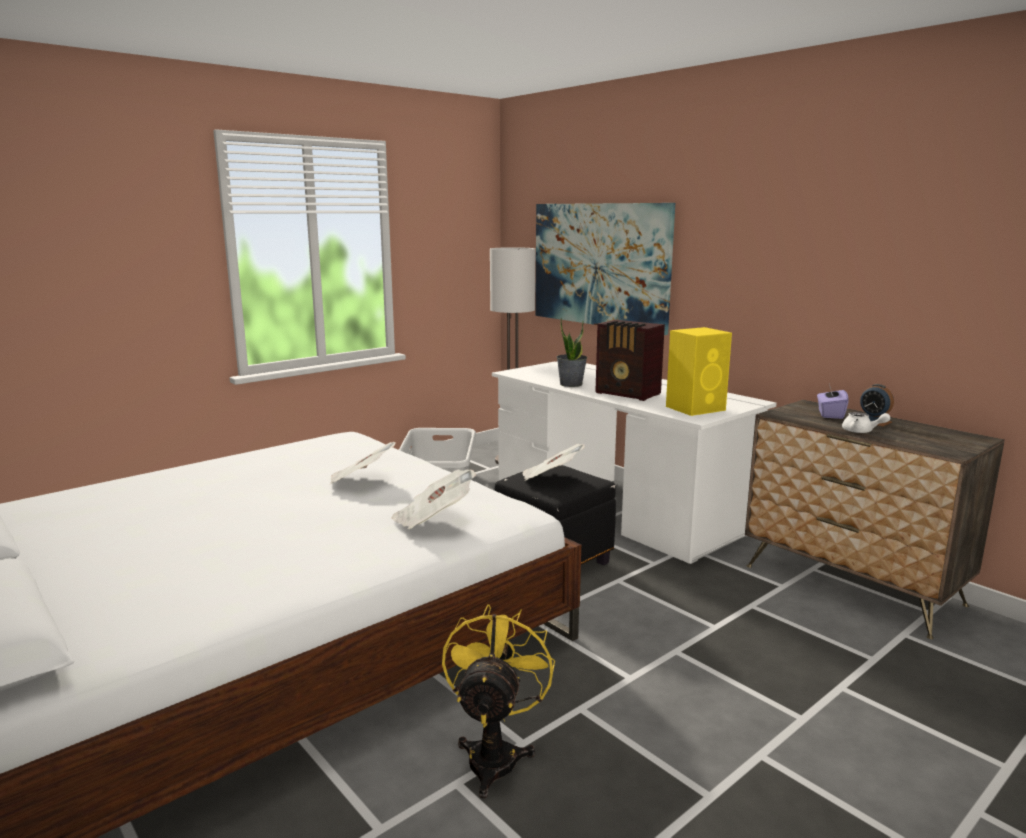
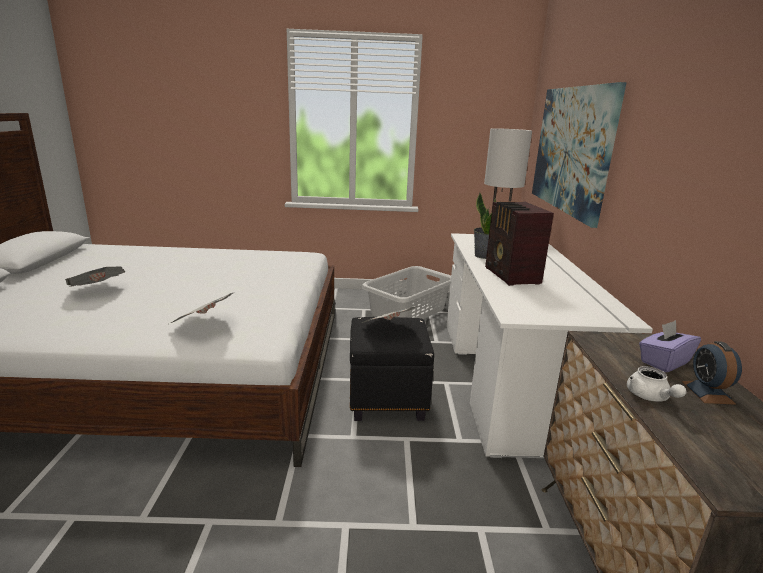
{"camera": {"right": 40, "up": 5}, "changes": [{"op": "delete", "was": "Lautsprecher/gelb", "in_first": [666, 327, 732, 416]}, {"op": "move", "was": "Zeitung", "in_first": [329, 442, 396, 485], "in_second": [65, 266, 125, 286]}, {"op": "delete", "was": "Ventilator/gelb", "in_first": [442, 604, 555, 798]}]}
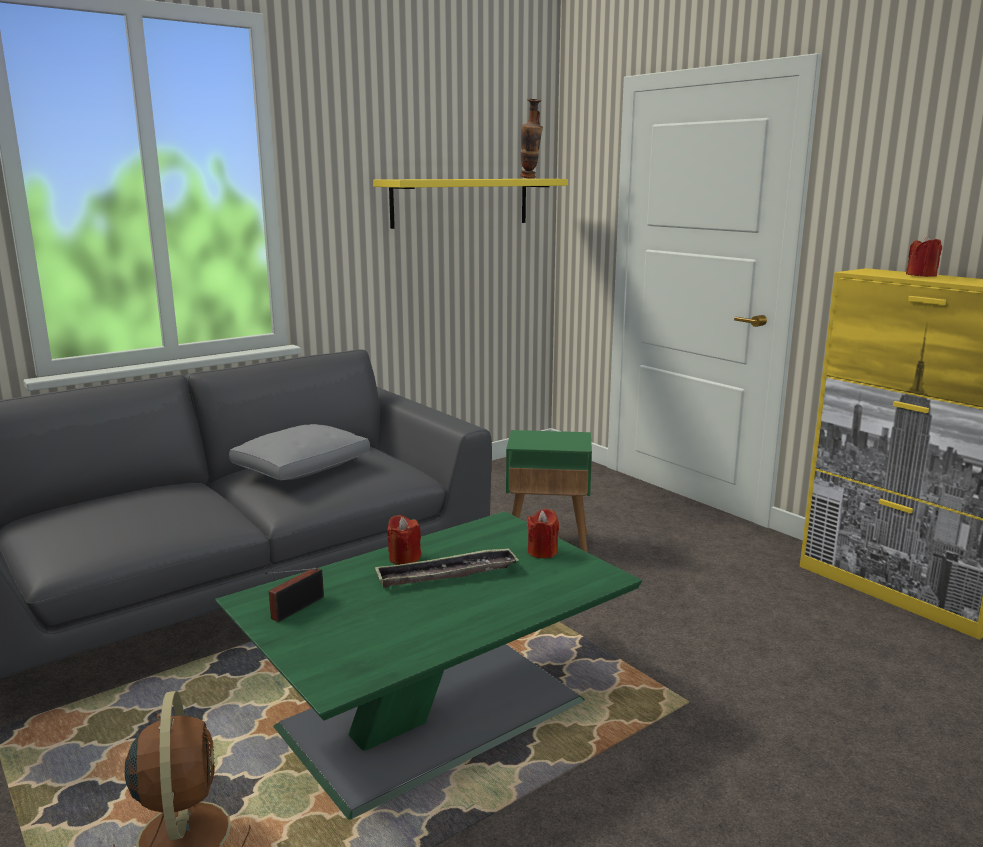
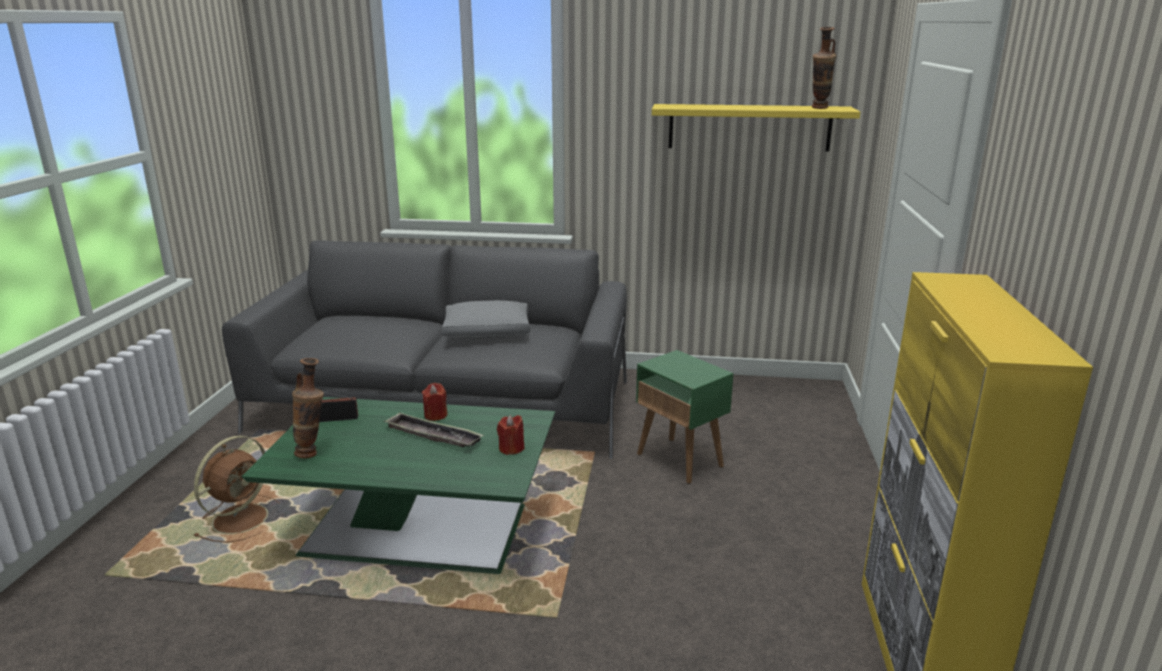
{"camera": {"right": 45, "up": 5}, "changes": [{"op": "delete", "was": "Kerze/rot", "in_first": [906, 235, 942, 277]}, {"op": "insert", "now": "Vase", "in_second": [292, 358, 324, 458]}]}
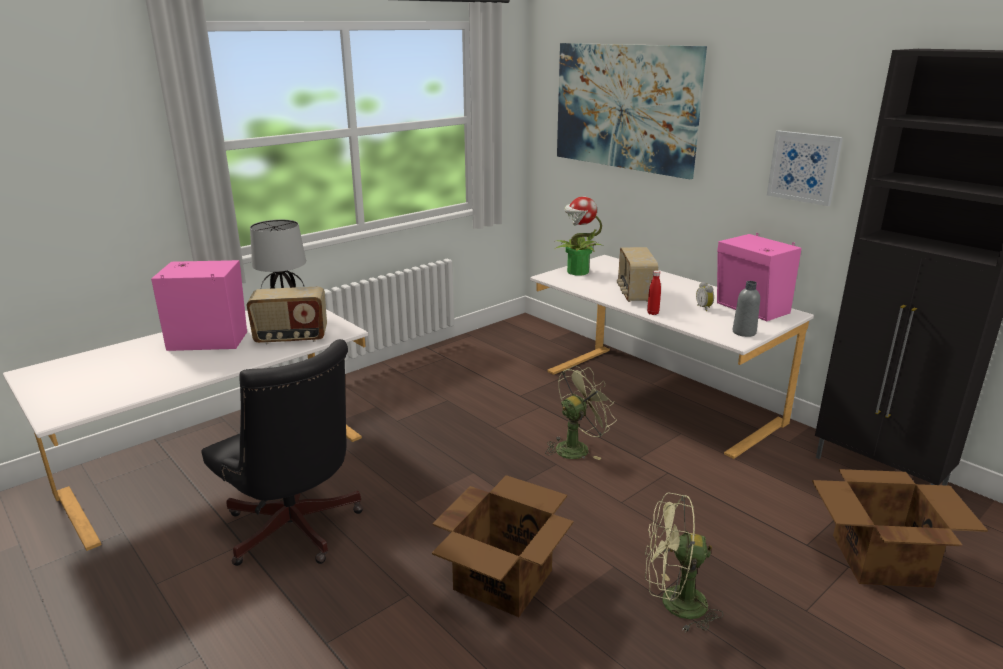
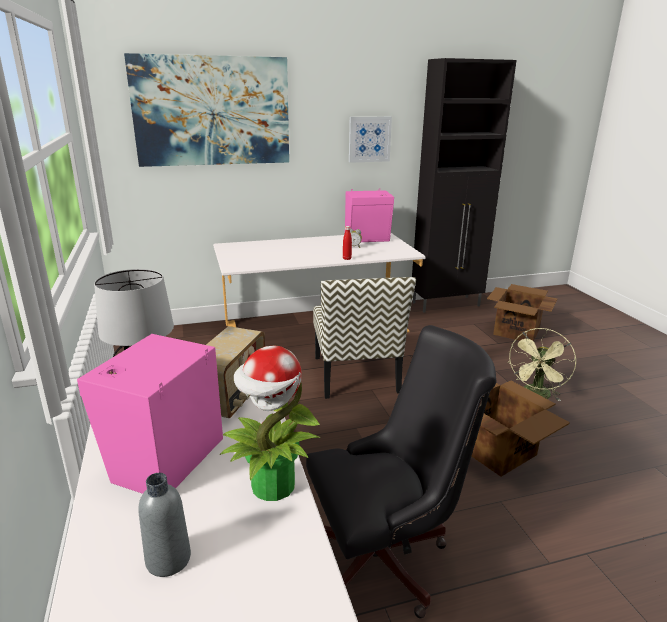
{"camera": {"right": -65, "up": 0}, "changes": [{"op": "move", "was": "Topfpflanze", "in_first": [554, 197, 602, 275], "in_second": [220, 345, 320, 501]}, {"op": "delete", "was": "Radio", "in_first": [617, 247, 658, 302]}, {"op": "move", "was": "Flasche/grau", "in_first": [733, 281, 760, 337], "in_second": [138, 473, 191, 577]}, {"op": "replace", "was": "Ventilator/grün", "now": "Stuhl", "in_first": [545, 365, 617, 460], "in_second": [313, 277, 416, 399]}]}
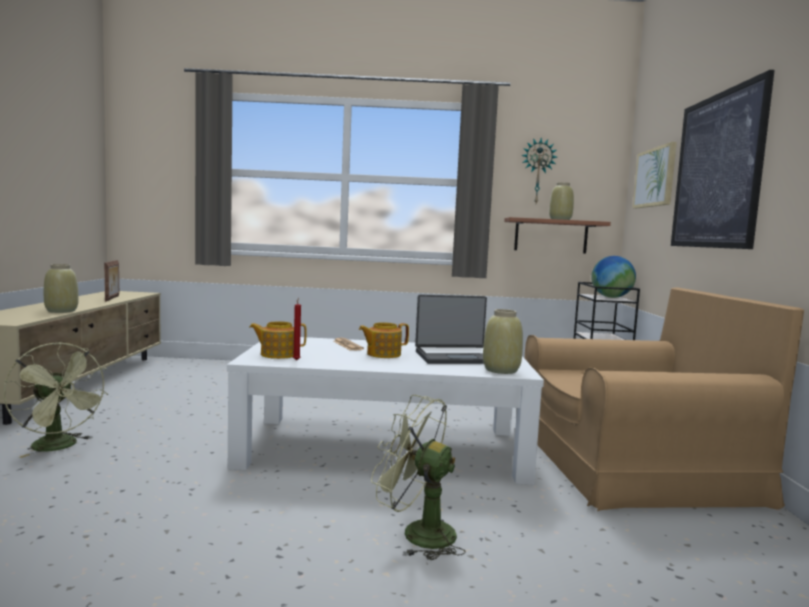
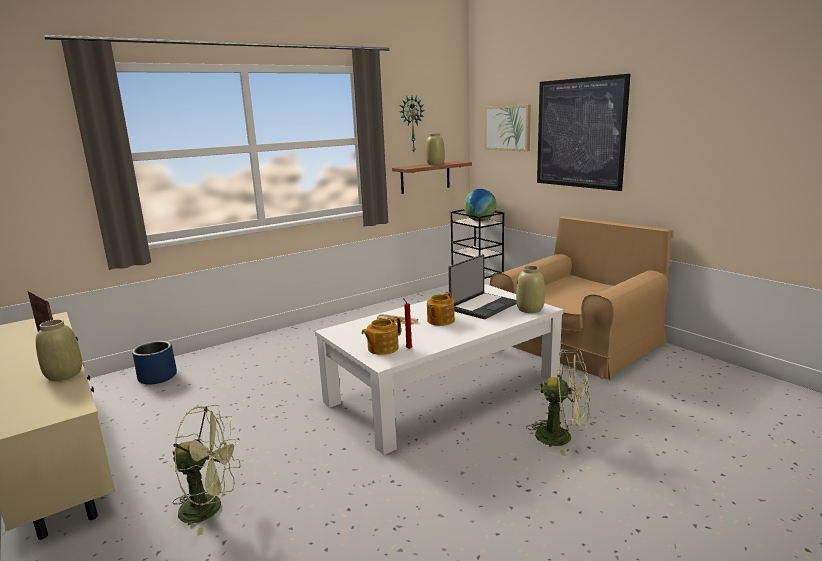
{"camera": {"right": -35, "up": 10}, "changes": [{"op": "rotate", "was": "Ventilator/grün", "in_first": [371, 395, 466, 560], "in_second": [526, 349, 590, 456], "clockwise": -150}, {"op": "insert", "now": "Pflanzkübel/blau", "in_second": [132, 341, 177, 385]}]}
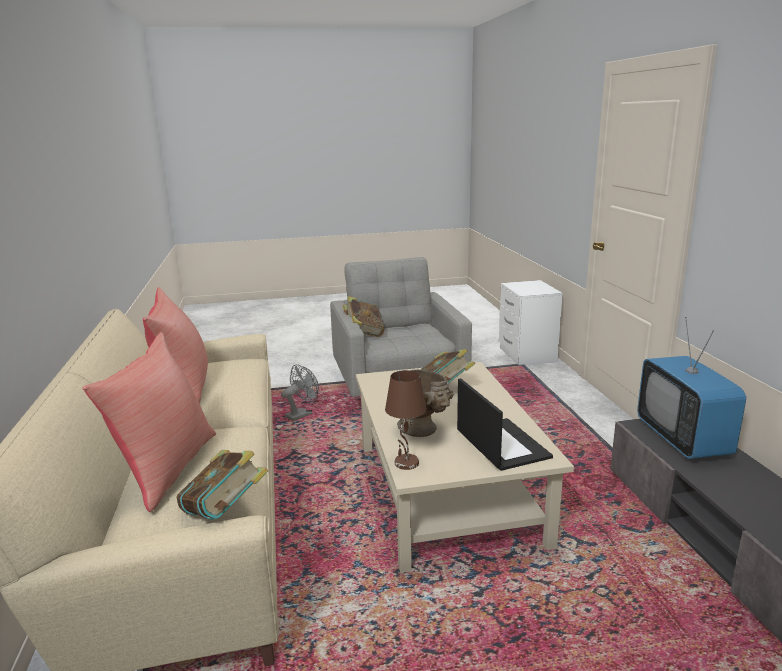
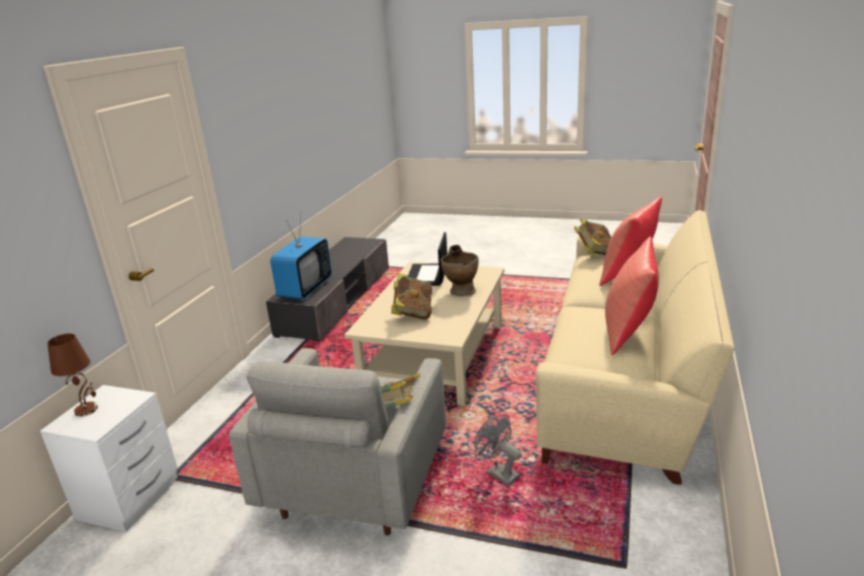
{"camera": {"right": -150, "up": 5}, "changes": [{"op": "rotate", "was": "Ventilator/grau", "in_first": [281, 364, 319, 421], "in_second": [474, 415, 522, 486], "clockwise": 60}, {"op": "move", "was": "Tischlampe/braun", "in_first": [385, 370, 427, 470], "in_second": [47, 334, 98, 417]}]}
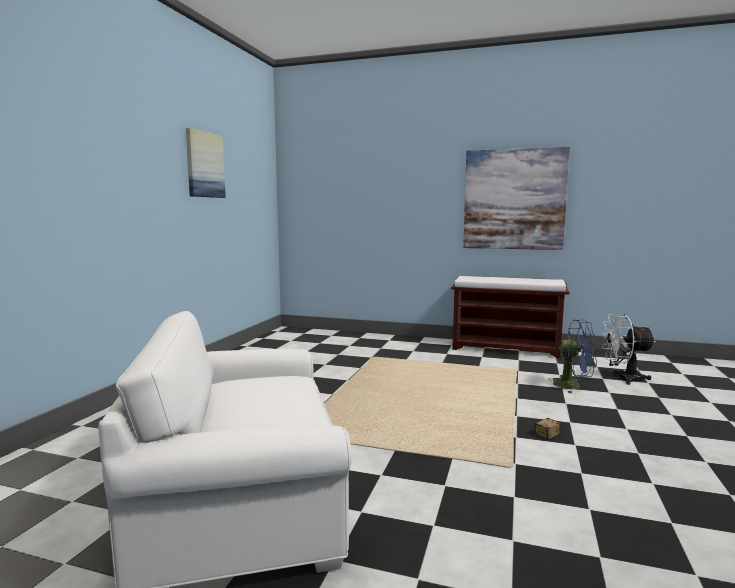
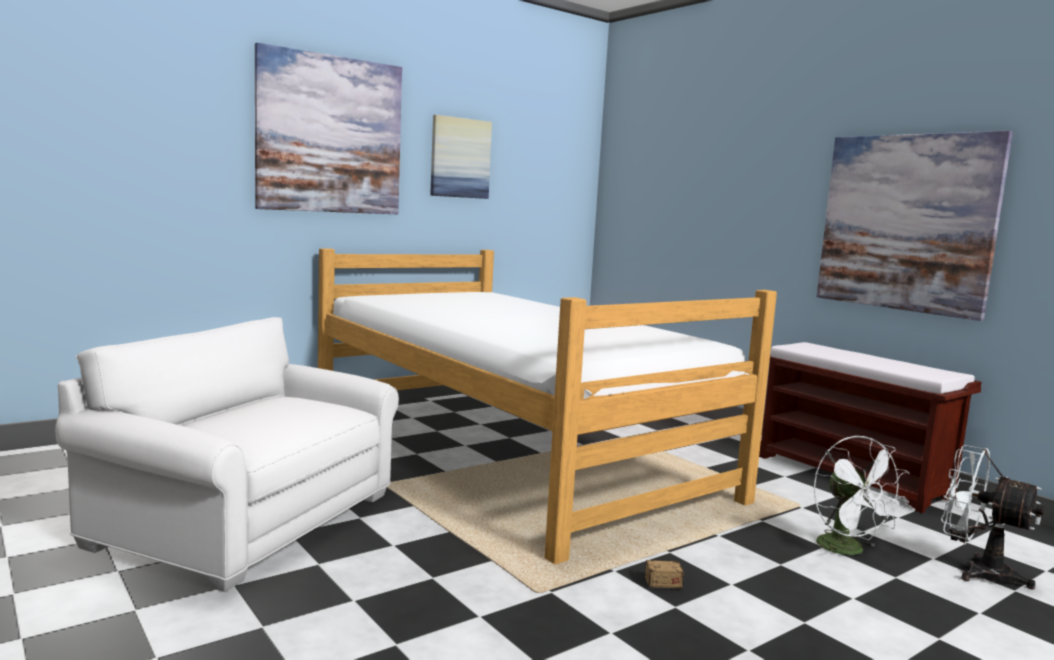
{"camera": {"right": 35, "up": 0}, "changes": [{"op": "recolor", "was": "Ventilator/blau", "now": "Ventilator/weiß", "in_first": [548, 320, 597, 393], "in_second": [814, 436, 910, 557]}, {"op": "insert", "now": "Bild", "in_second": [255, 43, 402, 215]}, {"op": "insert", "now": "Bett", "in_second": [318, 248, 777, 564]}]}
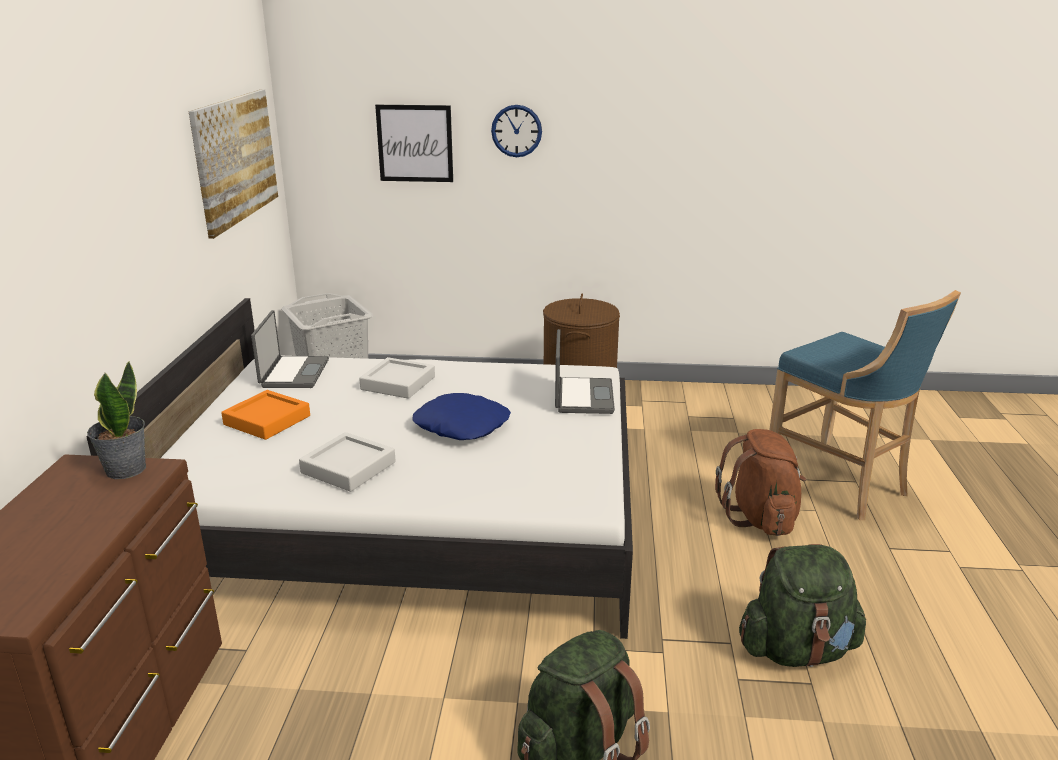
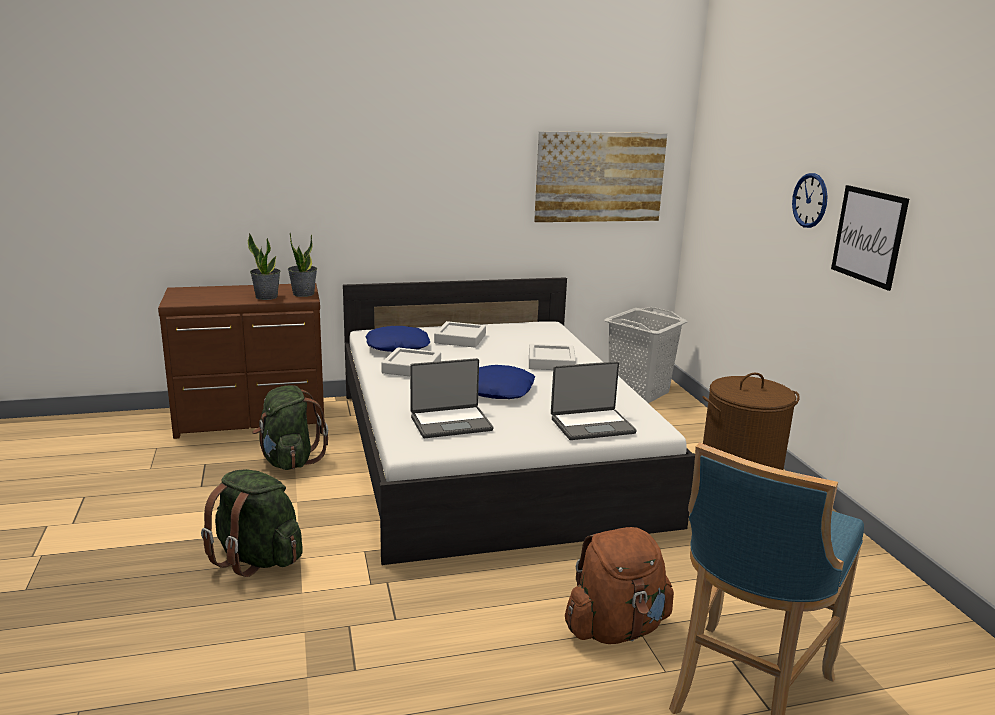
{"camera": {"right": 70, "up": -5}, "changes": [{"op": "move", "was": "Bild", "in_first": [375, 105, 453, 182], "in_second": [831, 185, 909, 291]}, {"op": "move", "was": "Laptop", "in_first": [251, 310, 329, 388], "in_second": [410, 358, 493, 438]}, {"op": "recolor", "was": "Tablett/orange", "now": "Tablett/grau", "in_first": [221, 390, 310, 440], "in_second": [434, 321, 486, 348]}, {"op": "move", "was": "Rucksack/grün", "in_first": [739, 544, 866, 667], "in_second": [252, 385, 328, 470]}, {"op": "insert", "now": "Topfpflanze", "in_second": [248, 233, 280, 300]}, {"op": "insert", "now": "Kissen/blau", "in_second": [366, 326, 430, 352]}]}
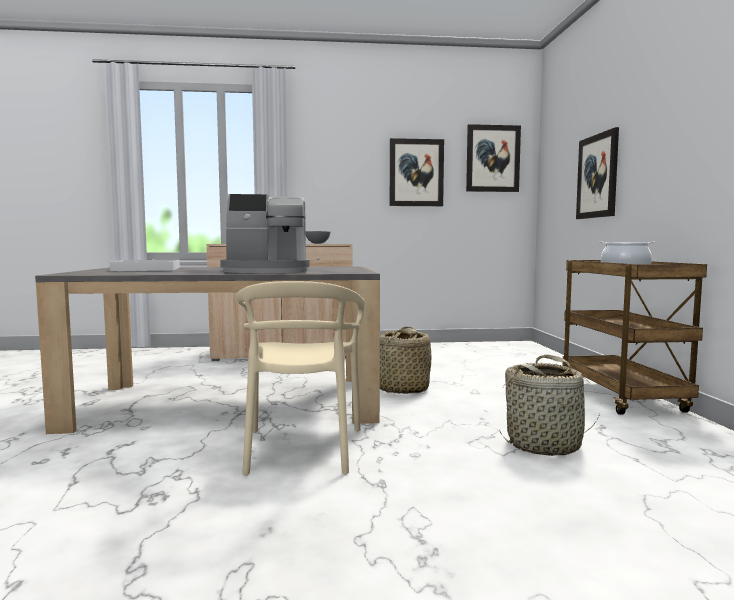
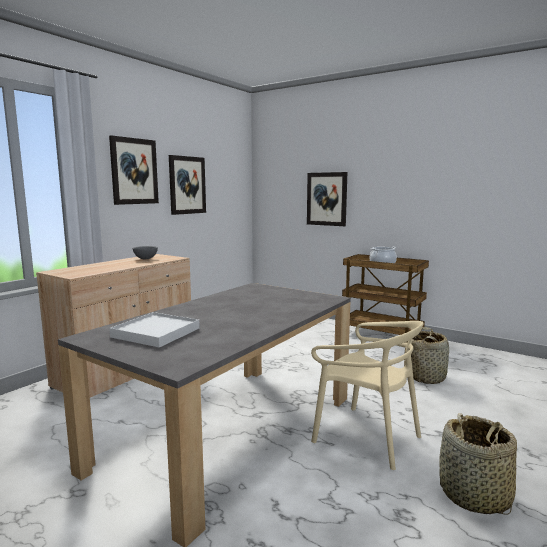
{"camera": {"right": -50, "up": 5}, "changes": [{"op": "move", "was": "Bild", "in_first": [466, 124, 521, 192], "in_second": [109, 135, 159, 205]}, {"op": "delete", "was": "Kaffeemaschine", "in_first": [220, 194, 310, 273]}, {"op": "move", "was": "Korb", "in_first": [380, 326, 431, 394], "in_second": [439, 413, 517, 514]}]}
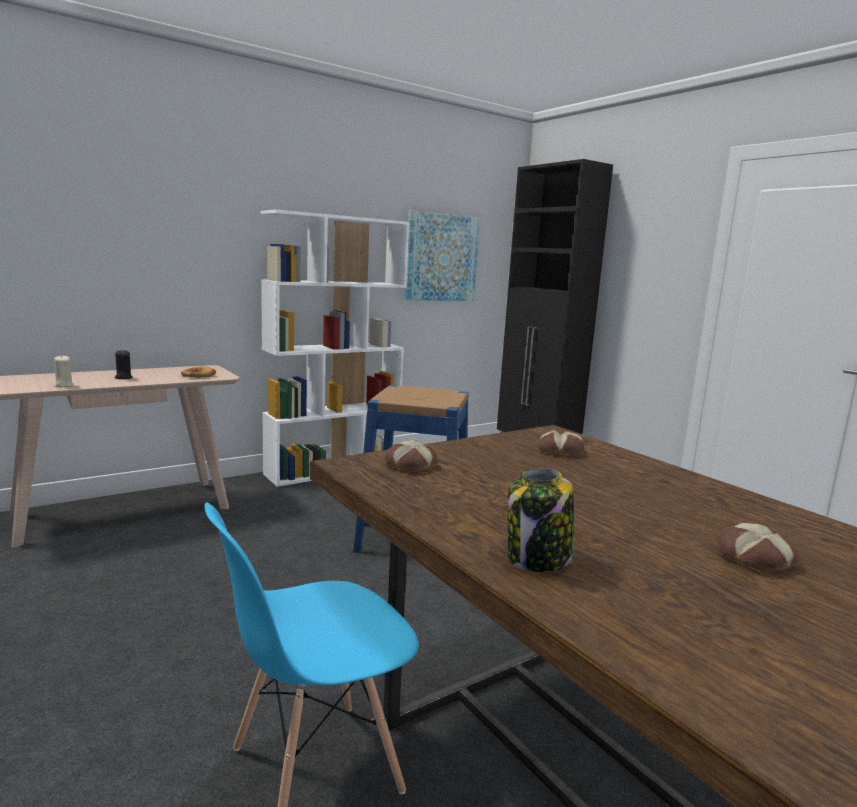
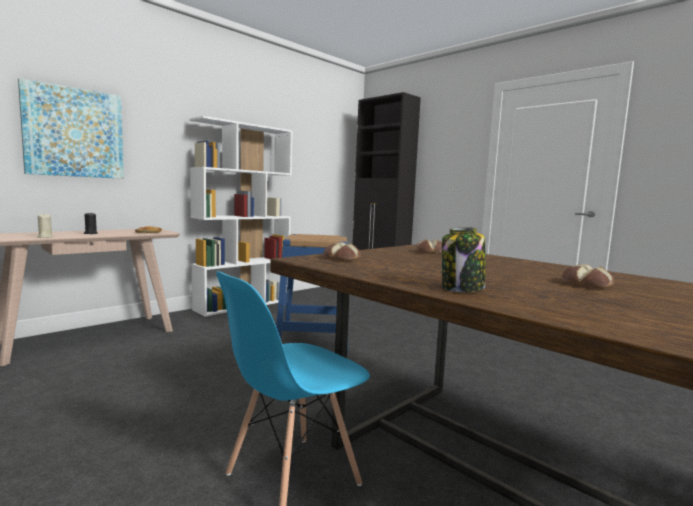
{"camera": {"right": -10, "up": -5}, "changes": [{"op": "move", "was": "Bild", "in_first": [404, 210, 480, 301], "in_second": [18, 78, 124, 179]}]}
